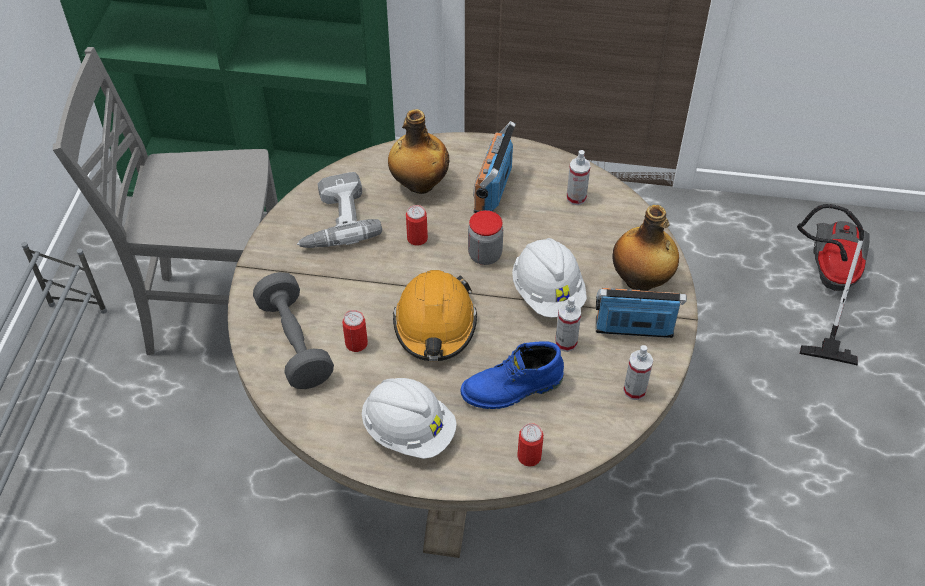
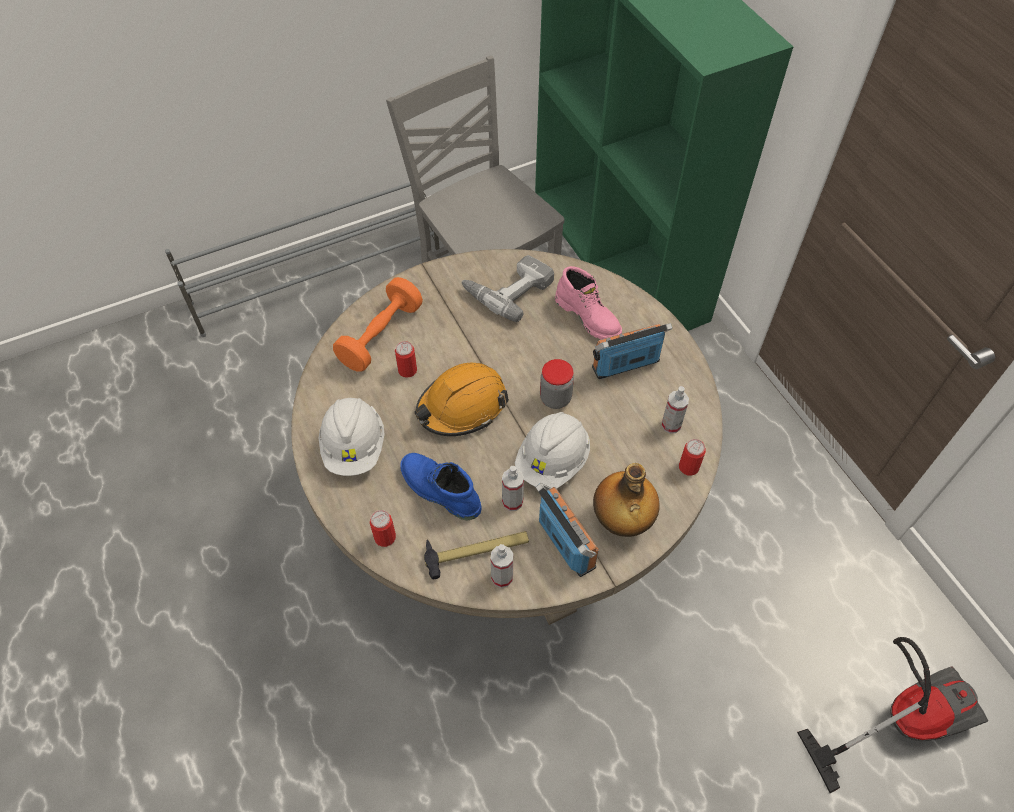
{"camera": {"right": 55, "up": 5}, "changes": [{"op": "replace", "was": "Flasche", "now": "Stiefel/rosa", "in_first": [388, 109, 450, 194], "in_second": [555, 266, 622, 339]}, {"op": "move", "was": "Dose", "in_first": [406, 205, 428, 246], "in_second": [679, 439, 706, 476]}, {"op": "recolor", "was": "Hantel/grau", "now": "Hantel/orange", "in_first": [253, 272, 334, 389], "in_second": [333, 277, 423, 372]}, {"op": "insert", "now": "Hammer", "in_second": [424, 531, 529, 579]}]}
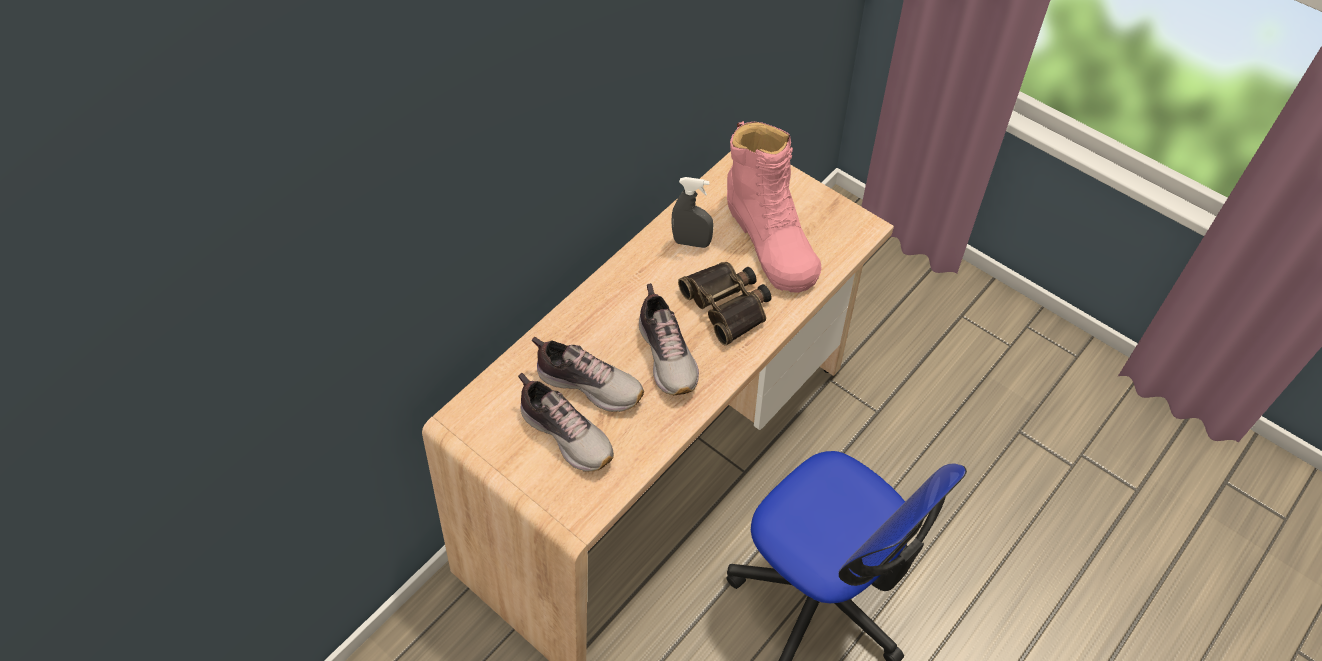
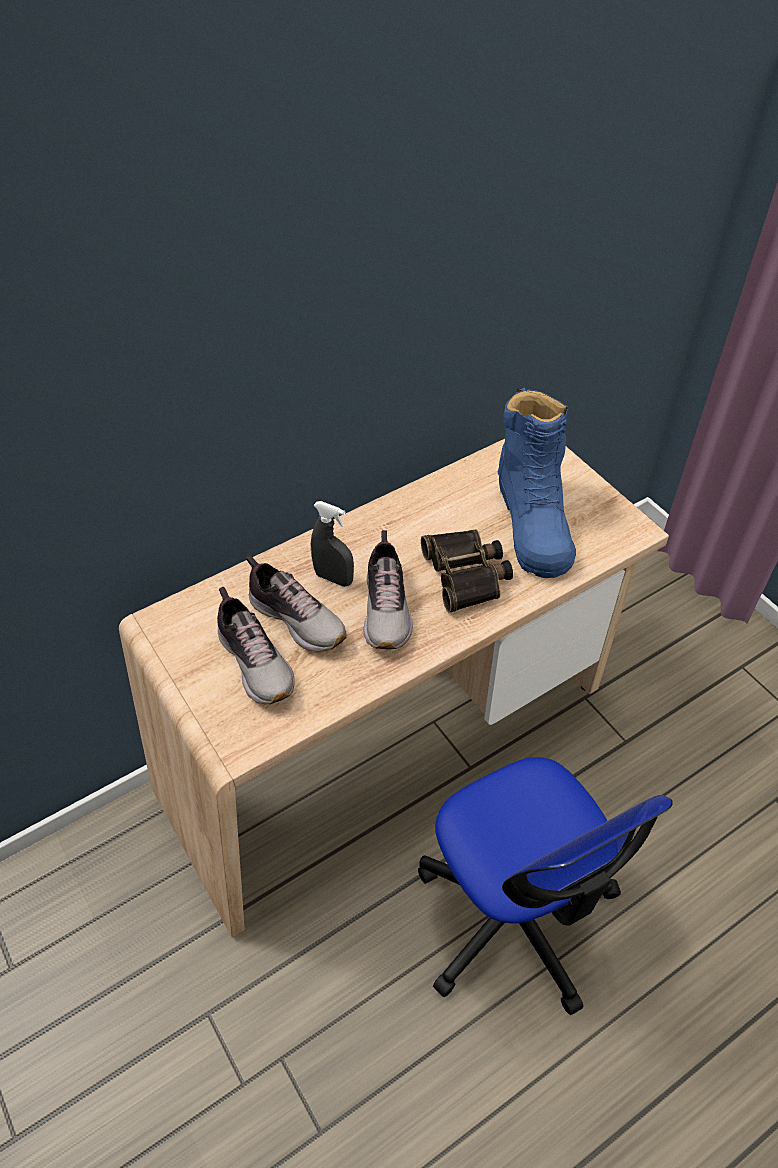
{"camera": {"right": 15, "up": -5}, "changes": [{"op": "recolor", "was": "Stiefel/rosa", "now": "Stiefel/blau", "in_first": [727, 121, 822, 293], "in_second": [498, 388, 576, 578]}, {"op": "move", "was": "Sprühflasche/grau", "in_first": [671, 177, 714, 248], "in_second": [311, 501, 354, 587]}]}
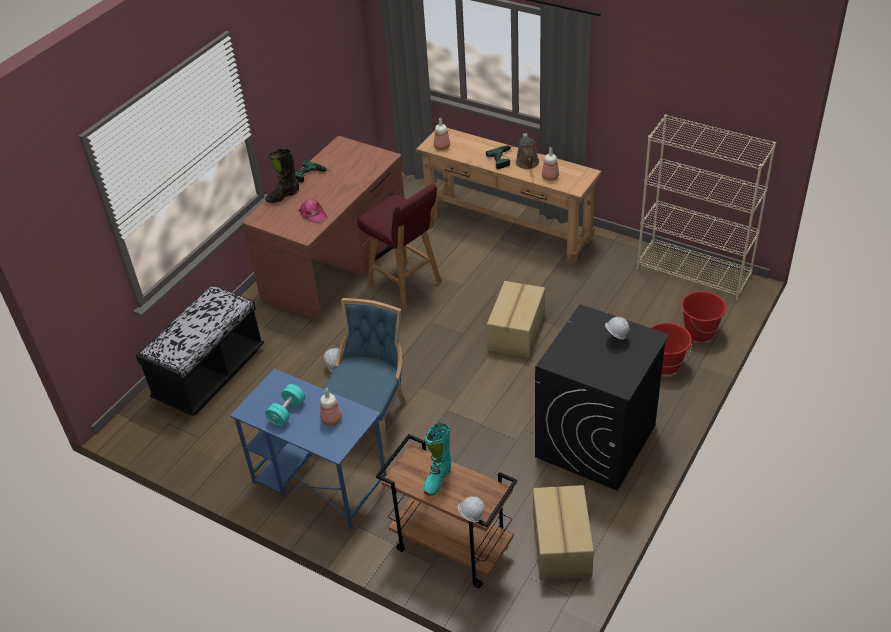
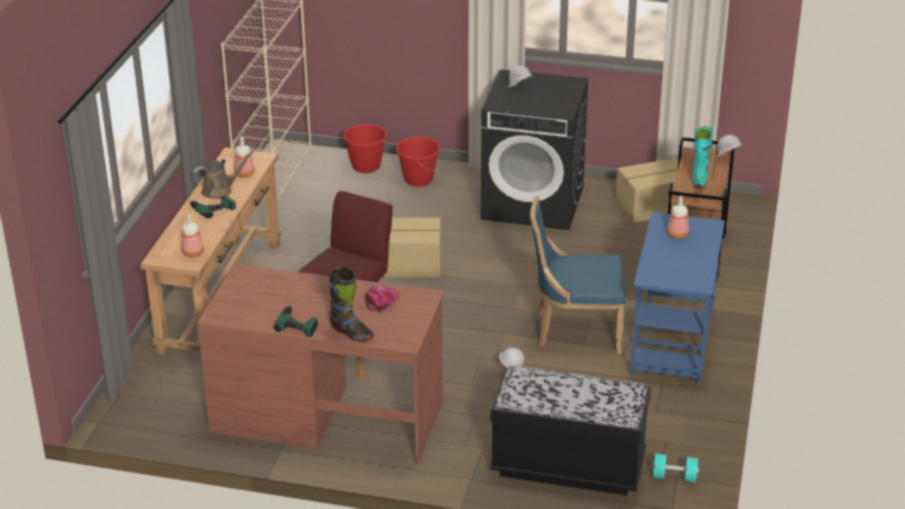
{"camera": {"right": -110, "up": -10}, "changes": [{"op": "move", "was": "Hantel/türkis", "in_first": [265, 384, 305, 426], "in_second": [652, 453, 699, 483]}, {"op": "rotate", "was": "Stiefel/türkis", "in_first": [423, 423, 451, 496], "in_second": [692, 126, 713, 189], "clockwise": -90}]}
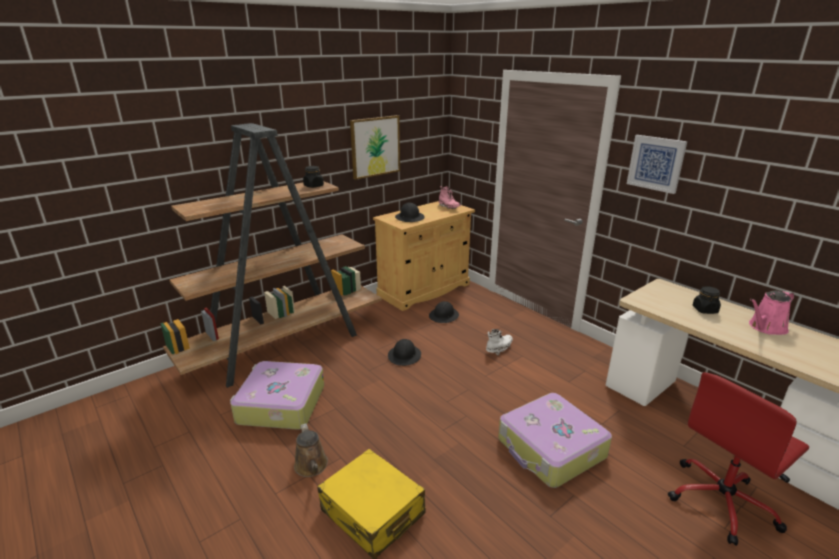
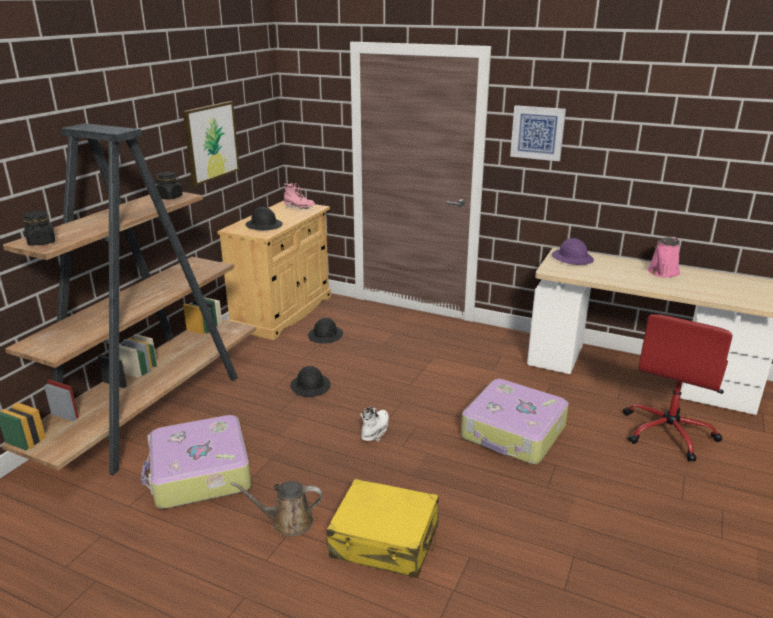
{"camera": {"right": -25, "up": 0}, "changes": [{"op": "move", "was": "Vorratsglas/schwarz", "in_first": [693, 286, 721, 314], "in_second": [23, 211, 55, 246]}, {"op": "move", "was": "Stiefel/weiß", "in_first": [486, 329, 513, 355], "in_second": [360, 407, 390, 442]}, {"op": "rotate", "was": "Gießkanne/braun", "in_first": [294, 423, 328, 477], "in_second": [231, 481, 322, 536], "clockwise": 135}, {"op": "insert", "now": "Schutzhelm/lila", "in_second": [552, 238, 594, 265]}]}
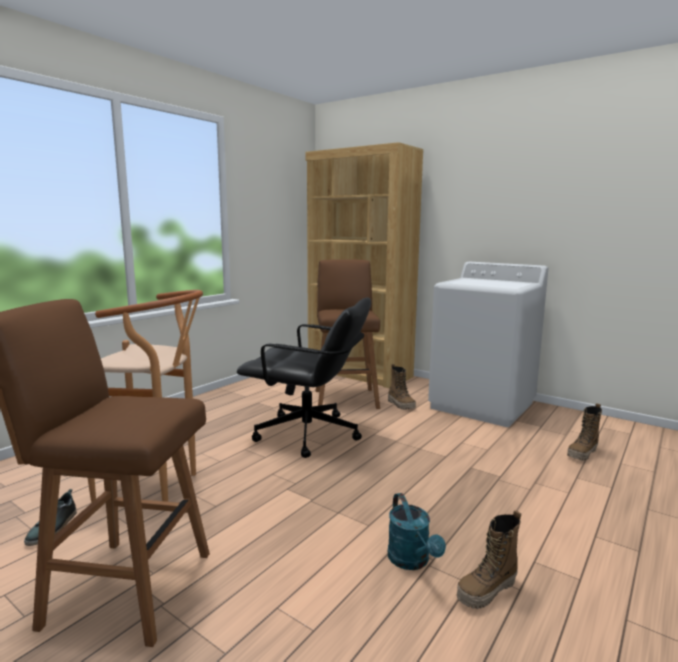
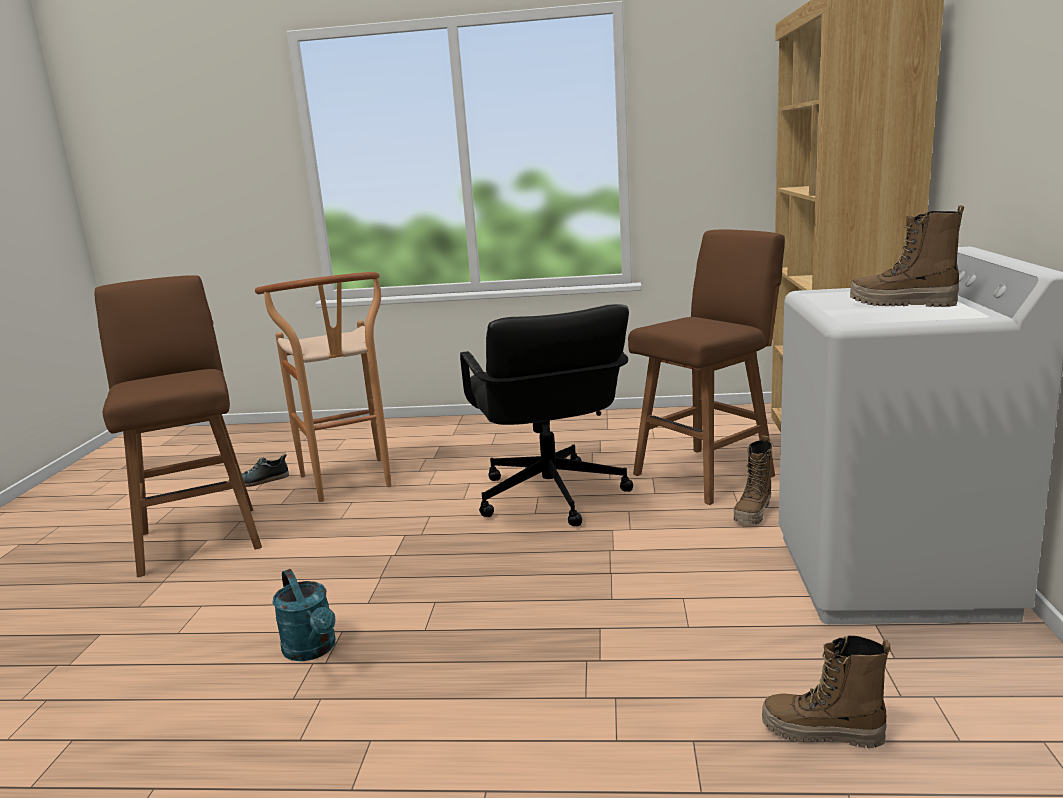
{"camera": {"right": 60, "up": 5}, "changes": [{"op": "rotate", "was": "Gießkanne/türkis", "in_first": [388, 493, 446, 570], "in_second": [272, 569, 336, 661], "clockwise": -75}, {"op": "move", "was": "Stiefel", "in_first": [457, 510, 521, 609], "in_second": [850, 205, 964, 307]}]}
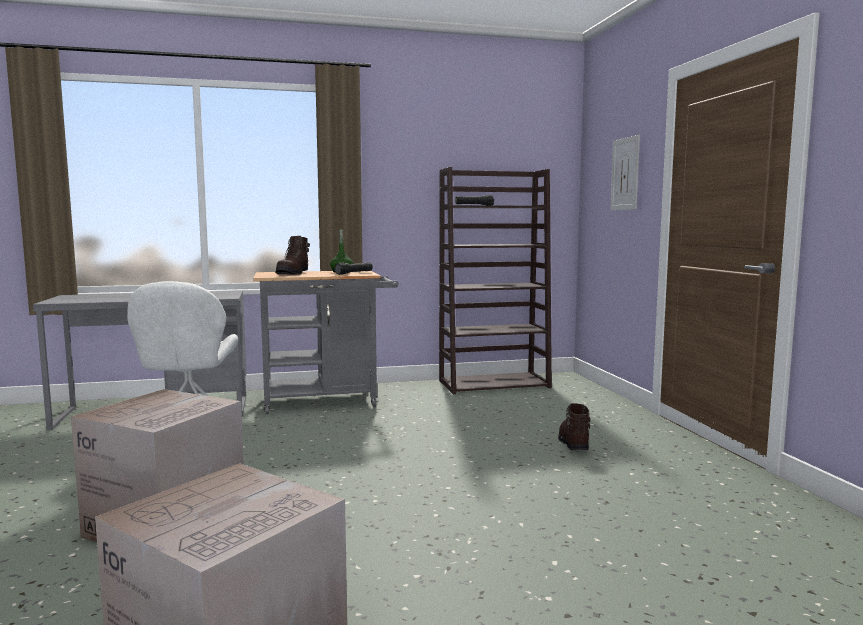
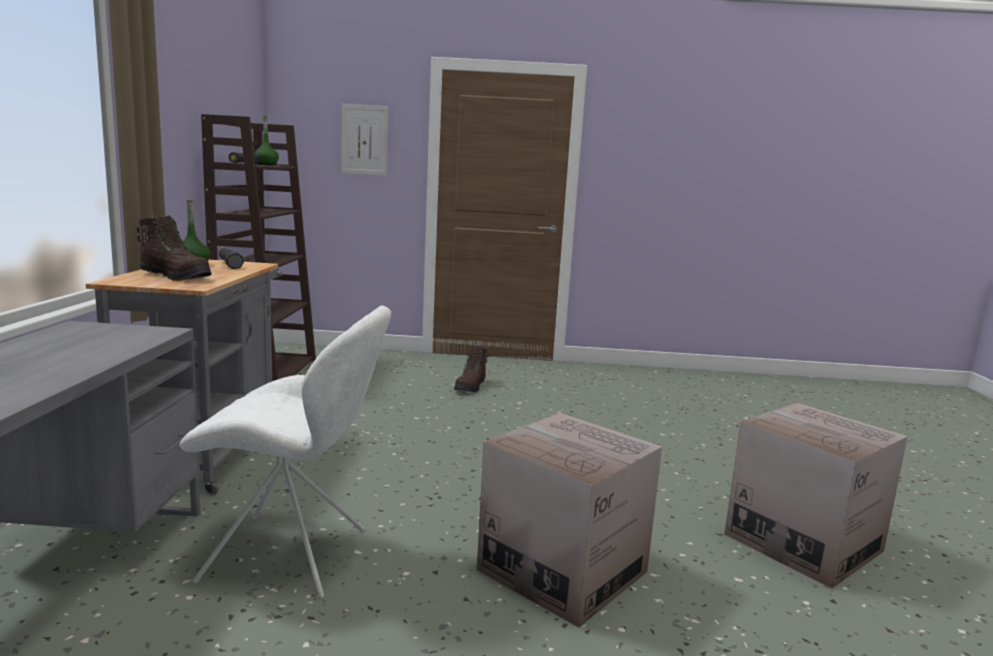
{"camera": {"right": -75, "up": 5}, "changes": [{"op": "rotate", "was": "Stiefel/braun", "in_first": [558, 403, 591, 450], "in_second": [454, 348, 489, 392], "clockwise": -90}, {"op": "insert", "now": "Flasche/grün", "in_second": [254, 116, 279, 166]}]}
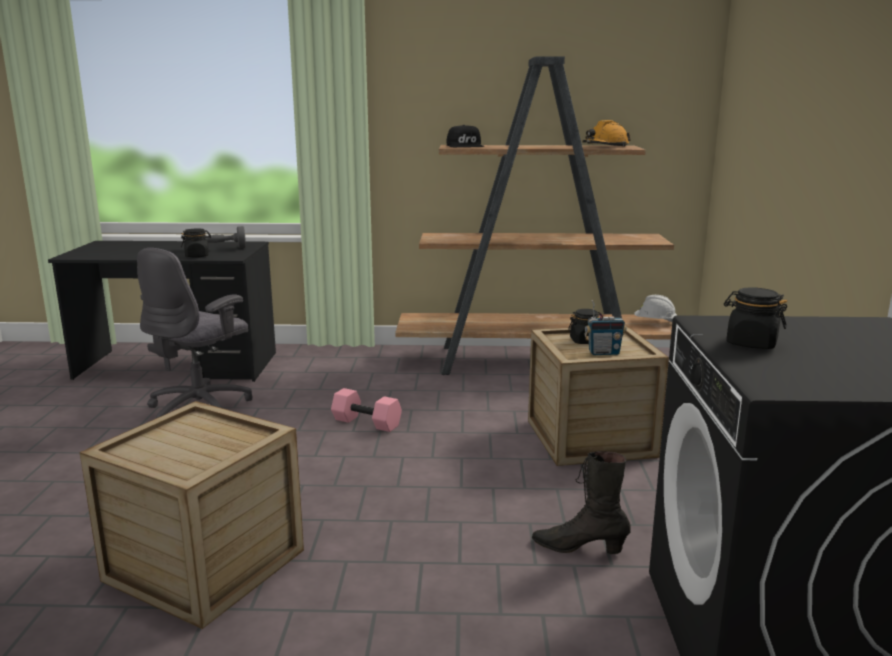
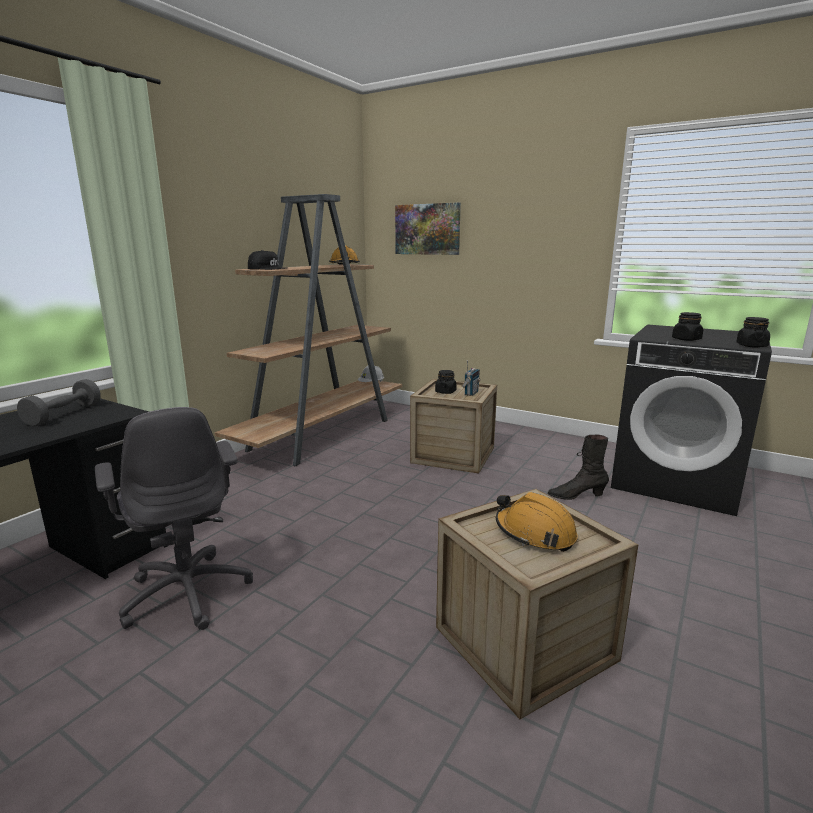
{"camera": {"right": -60, "up": 0}, "changes": [{"op": "move", "was": "Vorratsglas/schwarz", "in_first": [181, 228, 211, 258], "in_second": [736, 317, 770, 348]}, {"op": "delete", "was": "Hantel/rosa", "in_first": [331, 388, 402, 432]}, {"op": "rotate", "was": "Stiefel/schwarz", "in_first": [532, 451, 631, 554], "in_second": [548, 434, 609, 500], "clockwise": 45}, {"op": "insert", "now": "Bild", "in_second": [395, 202, 461, 255]}, {"op": "insert", "now": "Schutzhelm/orange", "in_second": [496, 492, 578, 552]}]}
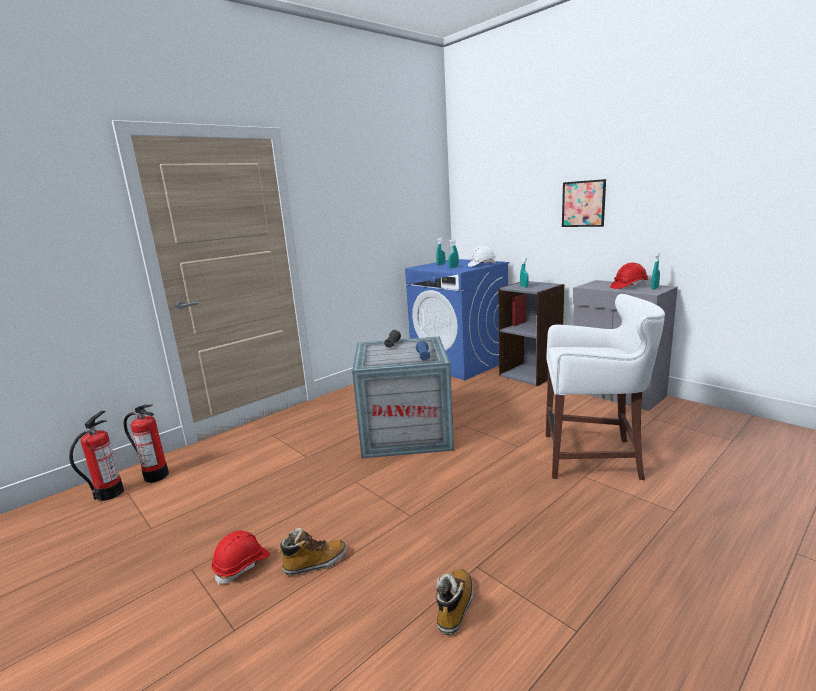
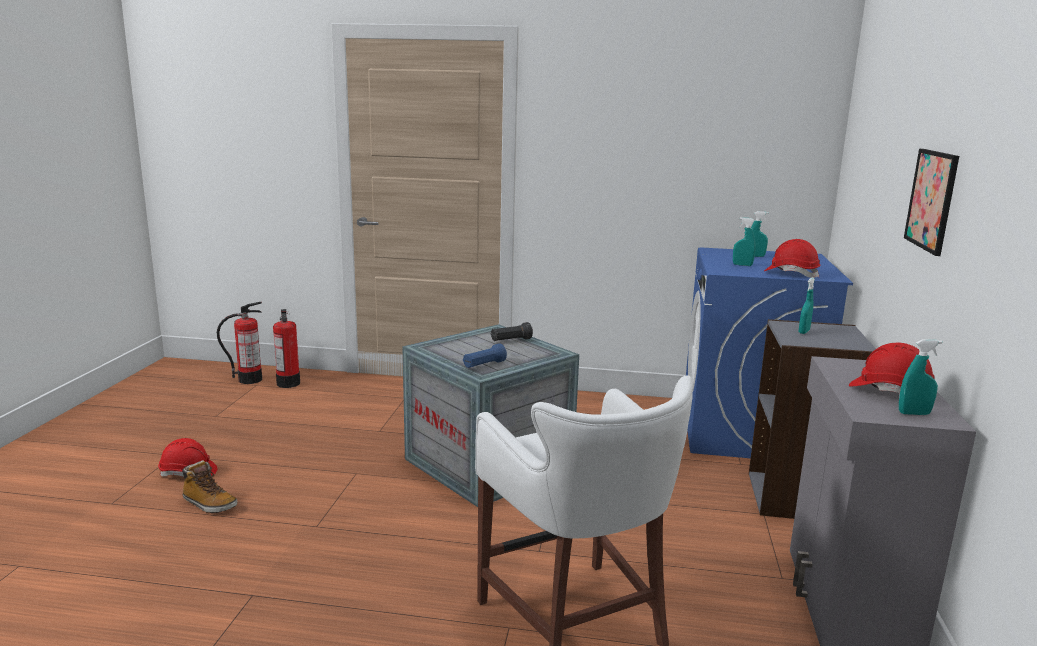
{"camera": {"right": 50, "up": 0}, "changes": [{"op": "recolor", "was": "Schutzhelm/weiß", "now": "Schutzhelm/rot", "in_first": [468, 245, 496, 267], "in_second": [764, 239, 820, 278]}, {"op": "delete", "was": "Stiefel", "in_first": [436, 569, 473, 635]}]}
